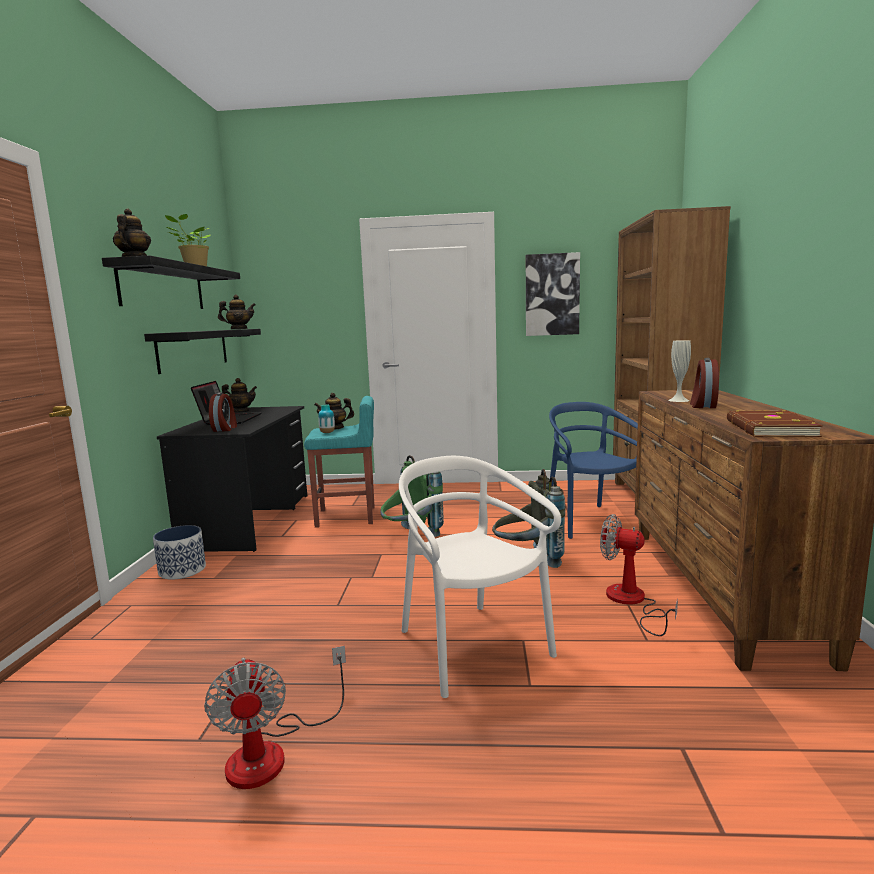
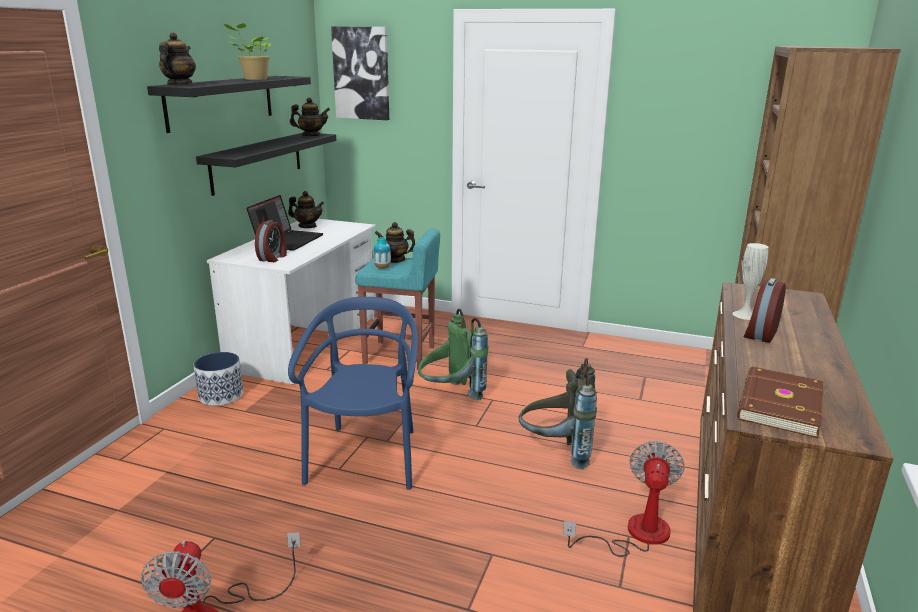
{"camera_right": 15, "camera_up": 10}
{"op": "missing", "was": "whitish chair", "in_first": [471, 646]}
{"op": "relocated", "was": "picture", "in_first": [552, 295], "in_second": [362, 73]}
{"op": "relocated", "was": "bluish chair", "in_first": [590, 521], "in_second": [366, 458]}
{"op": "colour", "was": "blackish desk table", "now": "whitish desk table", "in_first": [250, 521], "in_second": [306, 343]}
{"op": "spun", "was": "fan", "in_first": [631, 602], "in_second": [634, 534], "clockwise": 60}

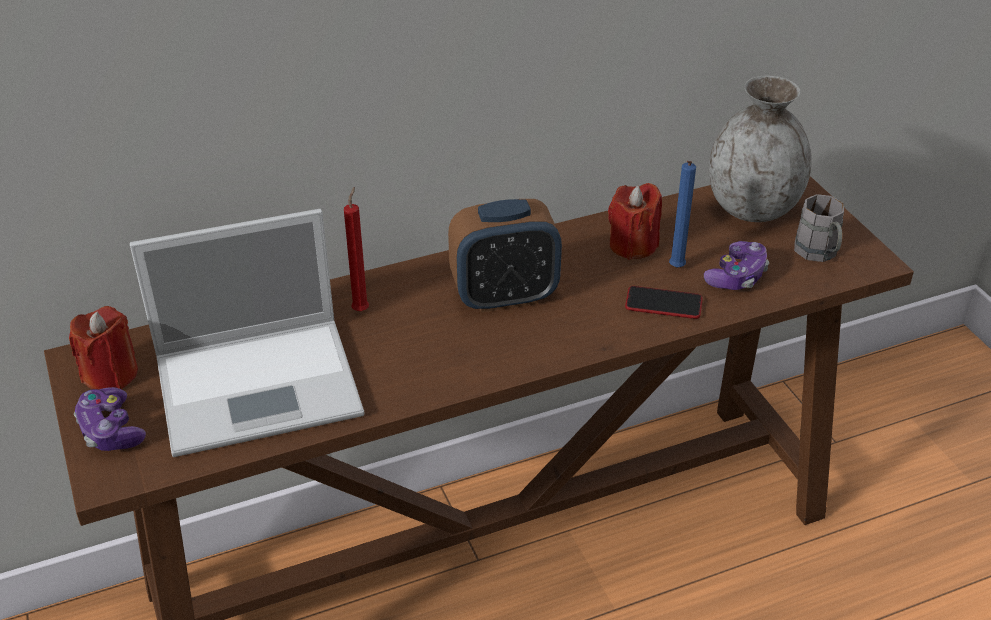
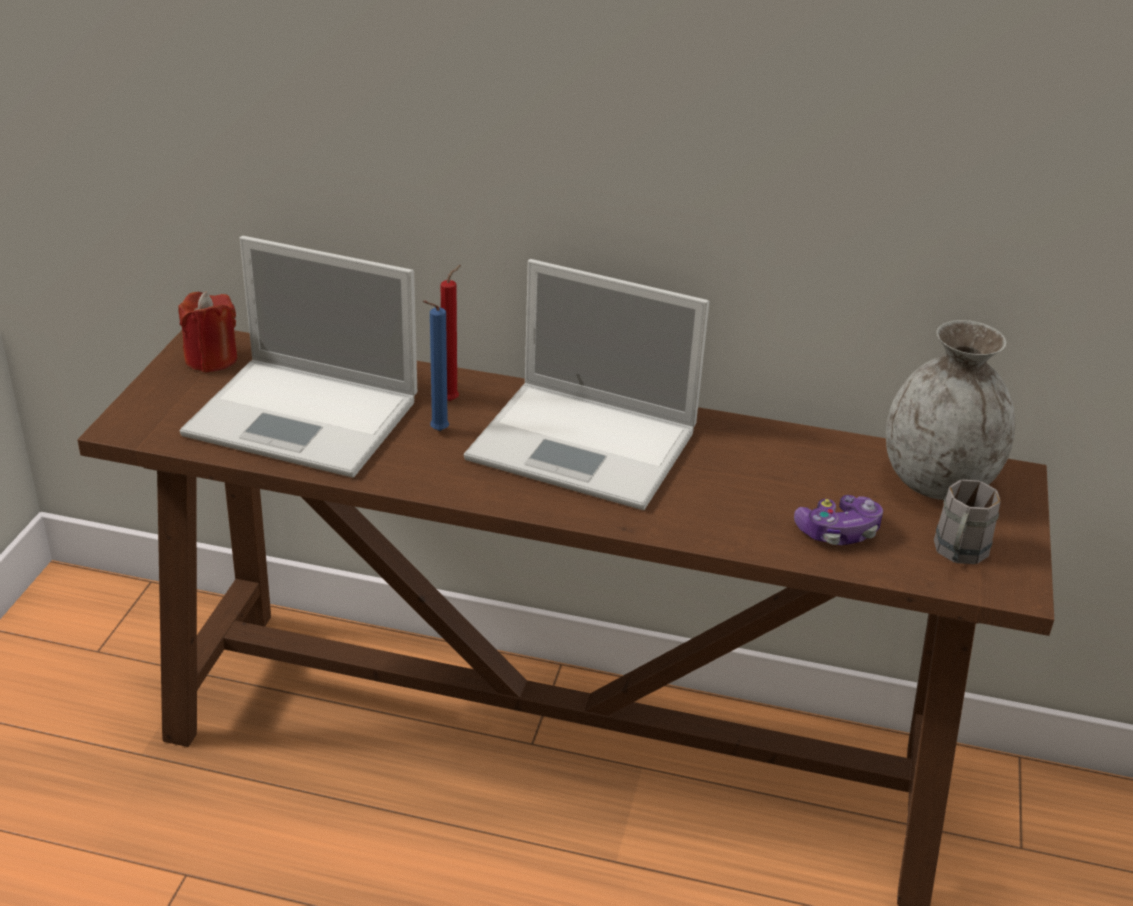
{"camera_right": 35, "camera_up": -5}
{"op": "missing", "was": "gamepad", "in_first": [111, 431]}
{"op": "missing", "was": "red-coloured wax candle", "in_first": [633, 245]}
{"op": "missing", "was": "phone", "in_first": [663, 304]}
{"op": "relocated", "was": "bluish wax candle", "in_first": [675, 269], "in_second": [436, 432]}
{"op": "exchanged", "was": "alarm clock", "now": "laptop", "in_first": [504, 296], "in_second": [586, 445]}

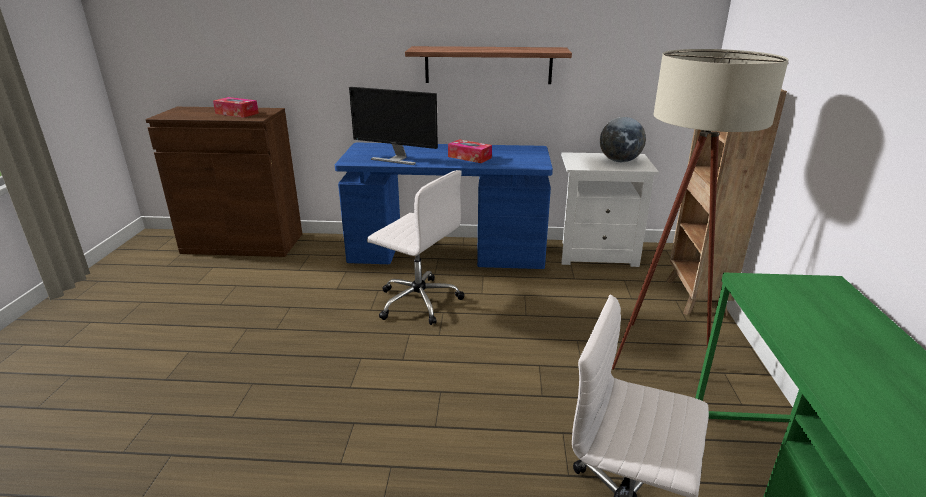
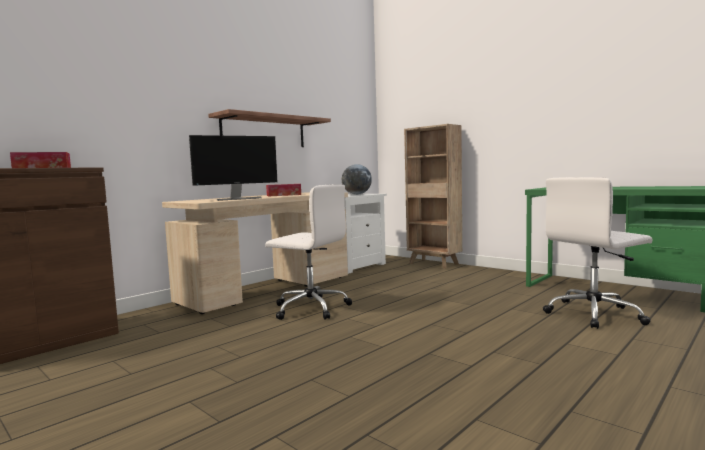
{"camera_right": -50, "camera_up": -20}
{"op": "missing", "was": "sand-coloured floor lamp", "in_first": [662, 356]}
{"op": "colour", "was": "bluish desk table", "now": "sand-coloured desk table", "in_first": [447, 254], "in_second": [268, 290]}
{"op": "spun", "was": "whitish desk chair", "in_first": [418, 301], "in_second": [310, 308], "clockwise": 45}

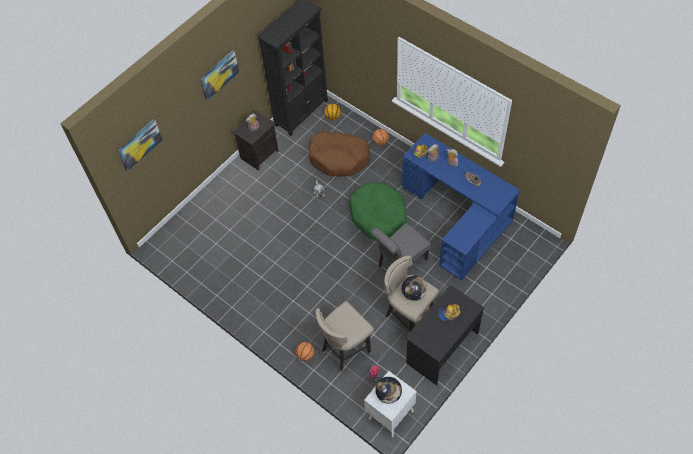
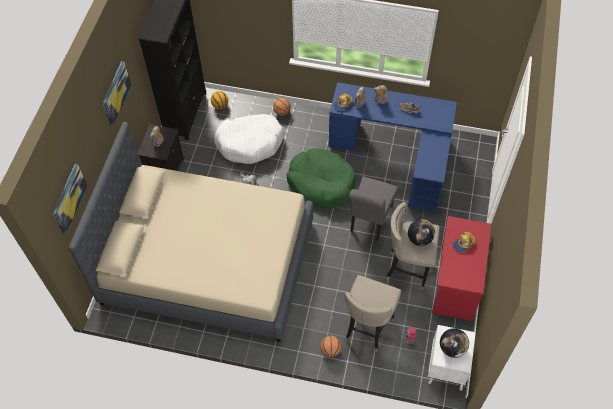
{"camera_right": -30, "camera_up": 0}
{"op": "appeared", "now": "sand-coloured bed", "in_second": [208, 262]}
{"op": "colour", "was": "brown-coloured dog bed", "now": "whitish dog bed", "in_first": [339, 158], "in_second": [250, 143]}
{"op": "colour", "was": "blackish desk table", "now": "red-coloured desk table", "in_first": [441, 347], "in_second": [455, 282]}

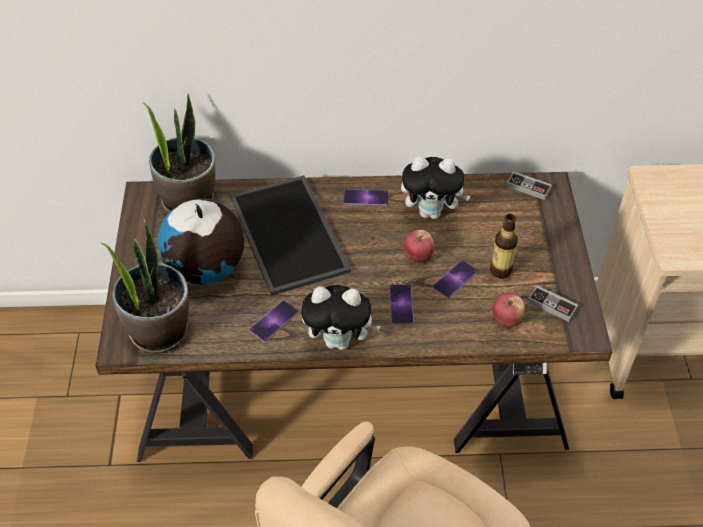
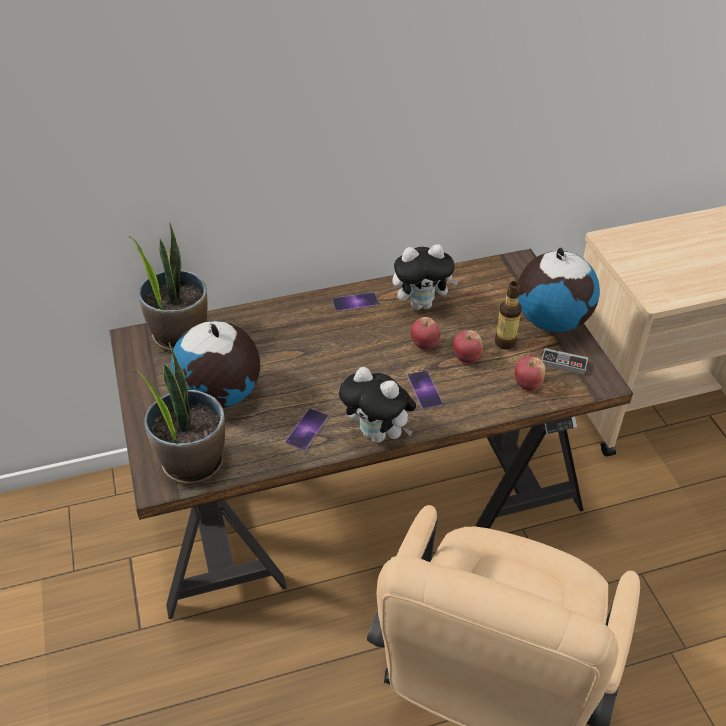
{"camera_right": -15, "camera_up": -5}
{"op": "missing", "was": "serving tray", "in_first": [291, 234]}
{"op": "missing", "was": "gamepad", "in_first": [528, 187]}
{"op": "appeared", "now": "desk globe", "in_second": [551, 320]}
{"op": "exchanged", "was": "phone", "now": "apple fruit", "in_first": [455, 279], "in_second": [466, 358]}
{"op": "spun", "was": "cuddly toy", "in_first": [340, 341], "in_second": [378, 435], "clockwise": 45}

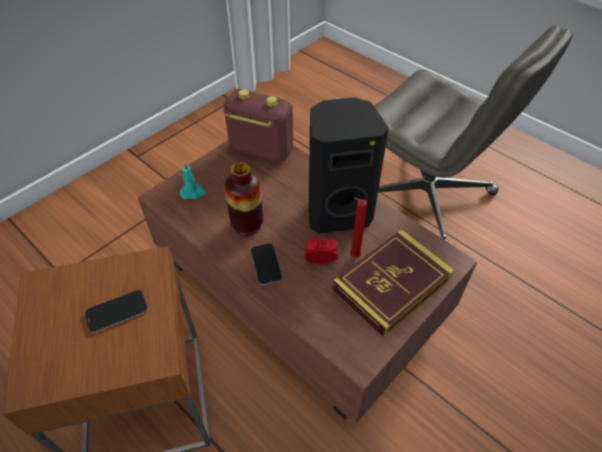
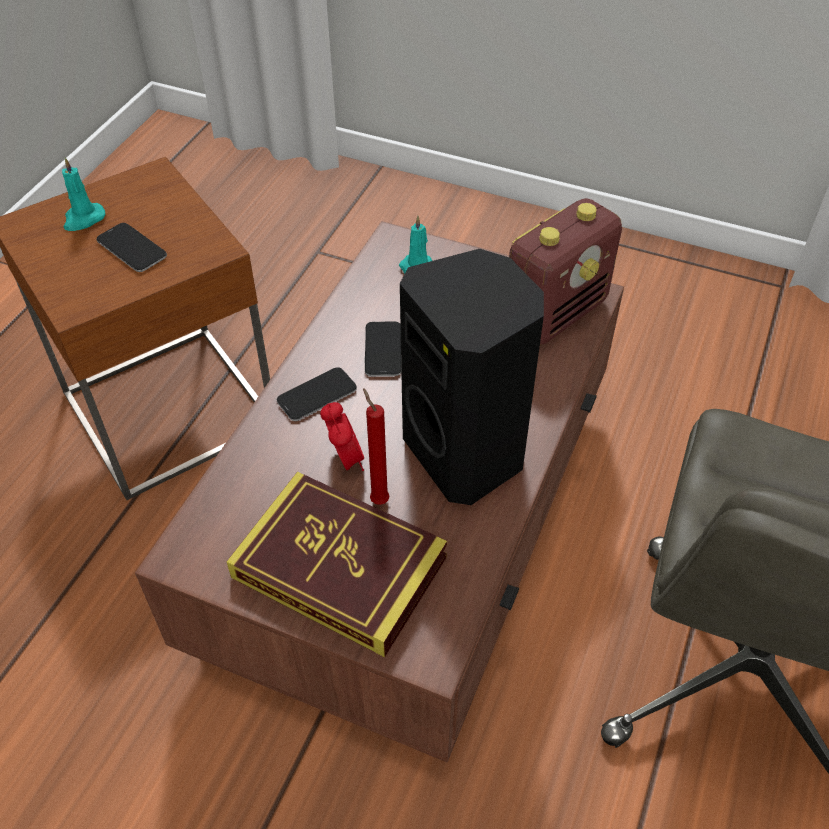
{"camera_right": 70, "camera_up": 0}
{"op": "appeared", "now": "turquoise wax candle", "in_second": [83, 219]}
{"op": "exchanged", "was": "decorative vase", "now": "phone", "in_first": [247, 225], "in_second": [383, 350]}
{"op": "spun", "was": "radio receiver", "in_first": [260, 150], "in_second": [555, 313], "clockwise": 45}

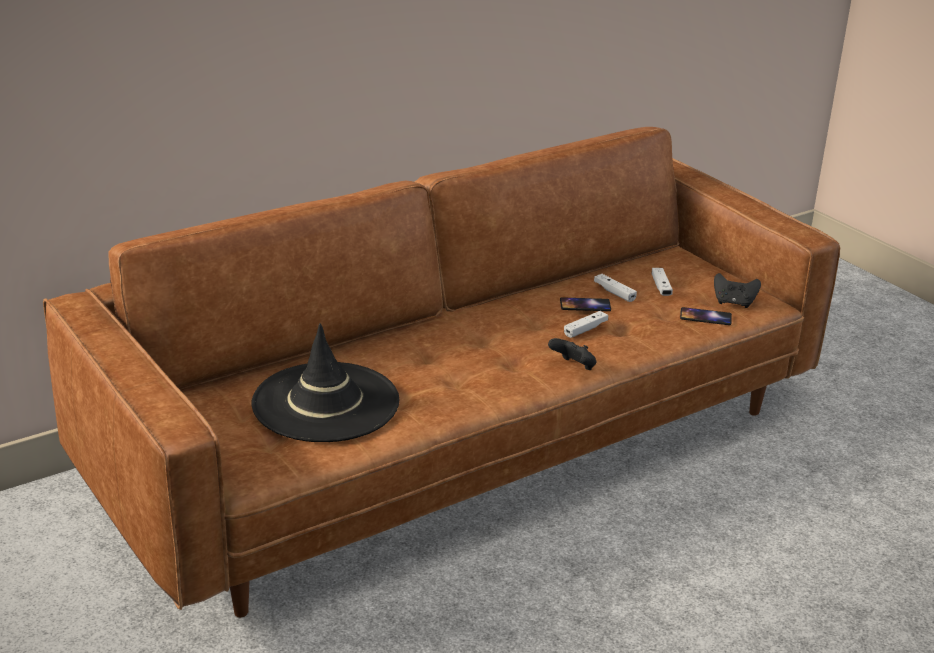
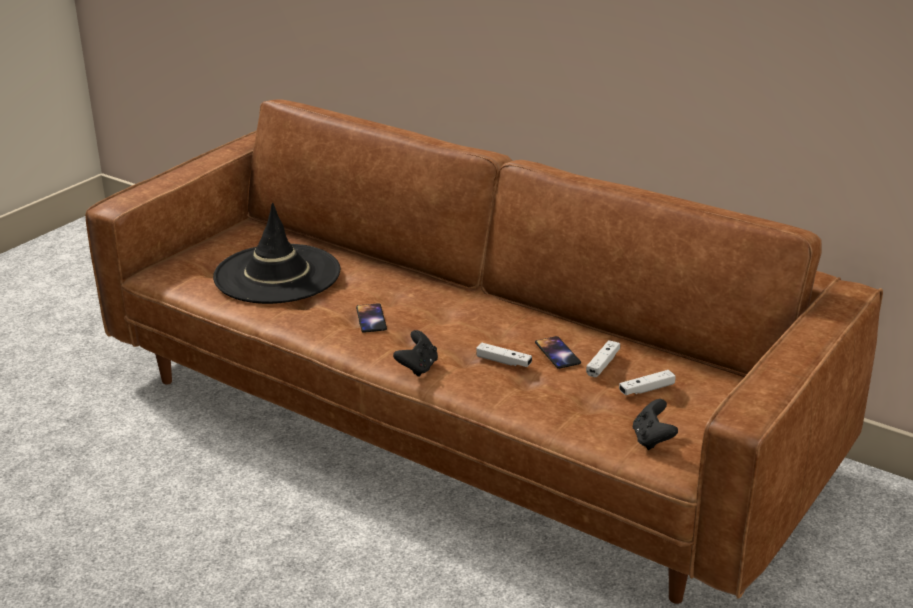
{"camera_right": 70, "camera_up": 0}
{"op": "relocated", "was": "phone", "in_first": [705, 317], "in_second": [371, 318]}

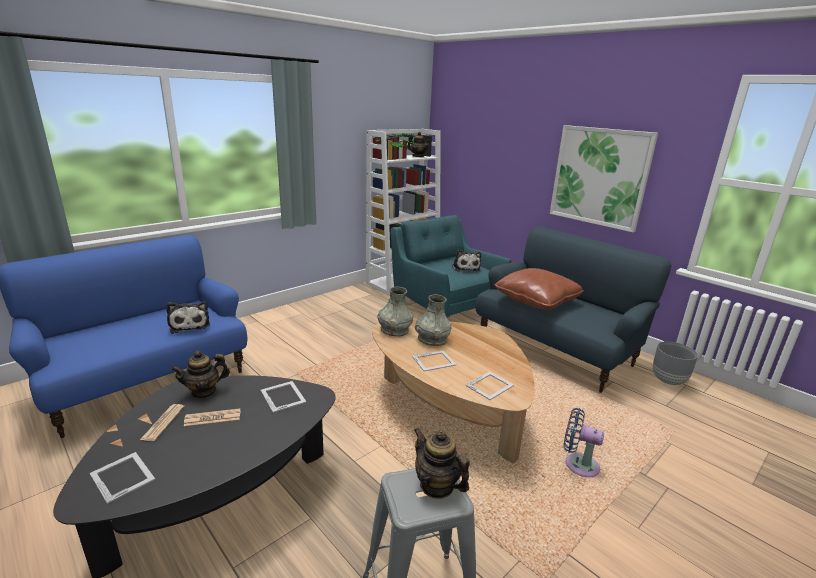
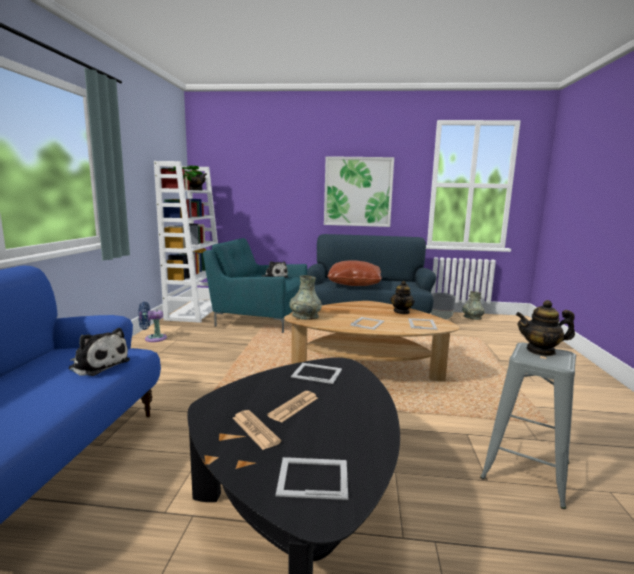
{"camera_right": -40, "camera_up": -10}
{"op": "relocated", "was": "pot for tea", "in_first": [204, 392], "in_second": [401, 312]}
{"op": "relocated", "was": "gray decorative vase", "in_first": [432, 339], "in_second": [472, 318]}
{"op": "relocated", "was": "bluish fan", "in_first": [578, 464], "in_second": [153, 338]}

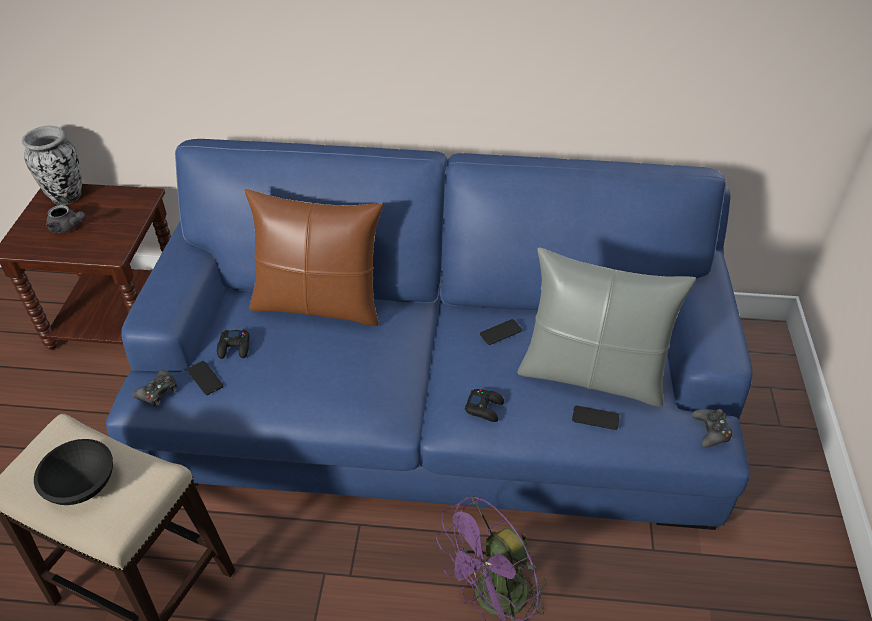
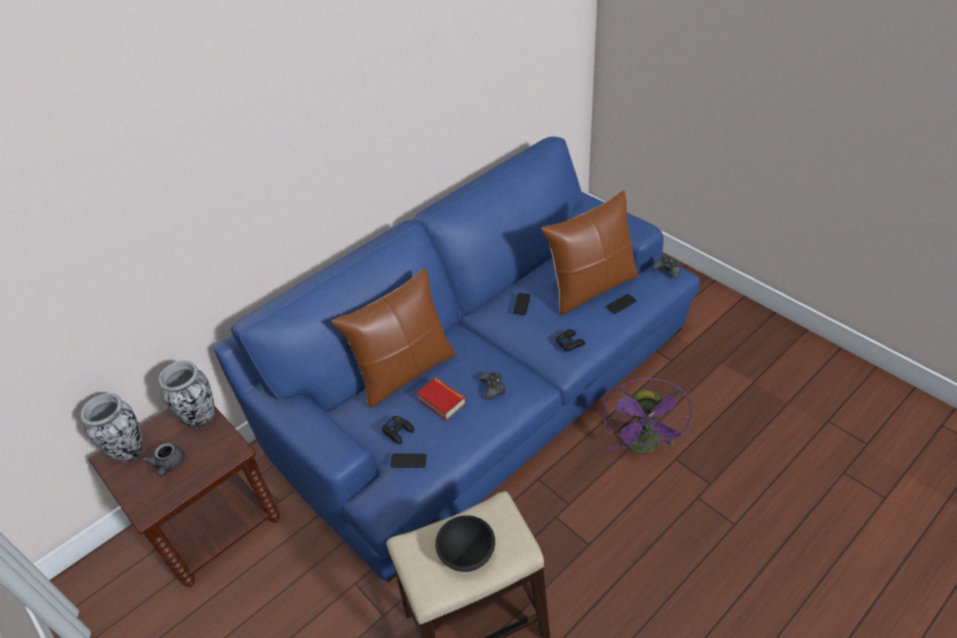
{"camera_right": -45, "camera_up": 0}
{"op": "appeared", "now": "decorative vase", "in_second": [201, 419]}
{"op": "appeared", "now": "book", "in_second": [441, 401]}
{"op": "relocated", "was": "blackish gamepad", "in_first": [158, 392], "in_second": [493, 388]}
{"op": "colour", "was": "gray pillow", "now": "brown-coloured pillow", "in_first": [592, 375], "in_second": [591, 287]}
{"op": "spun", "was": "gray pot for tea", "in_first": [68, 227], "in_second": [169, 465], "clockwise": 105}

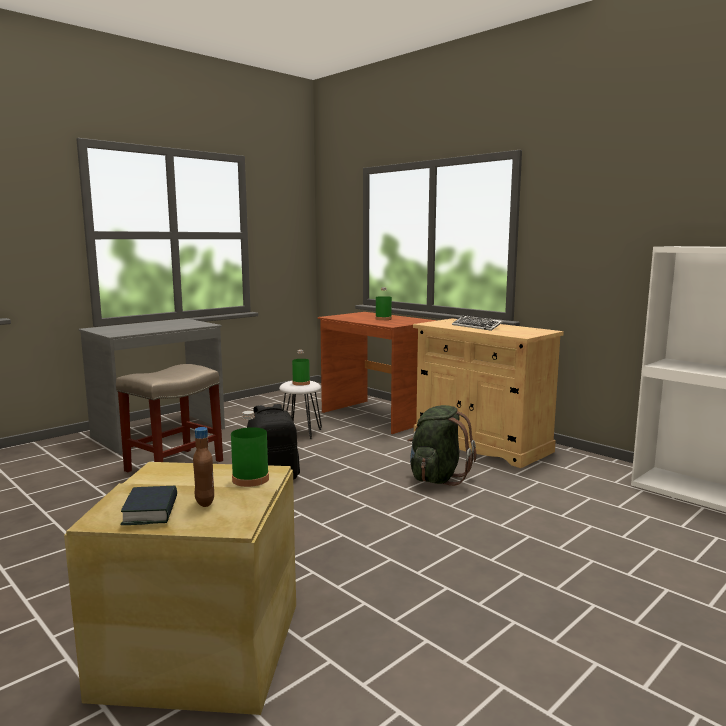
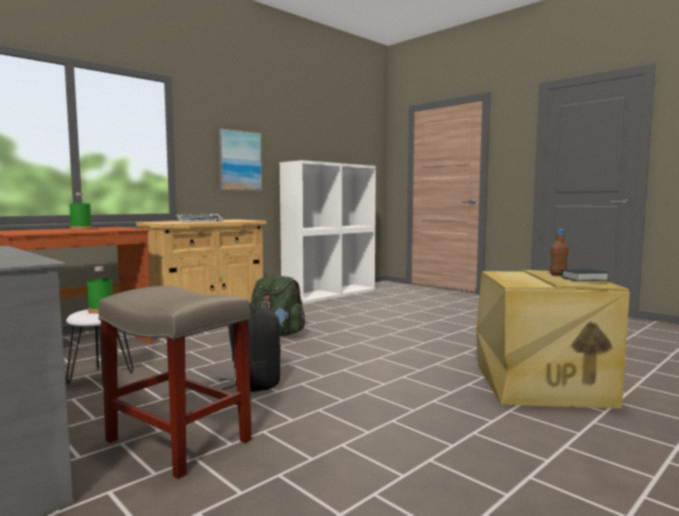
{"camera_right": -90, "camera_up": -5}
{"op": "missing", "was": "green drink bottle", "in_first": [250, 479]}
{"op": "appeared", "now": "picture", "in_second": [239, 161]}

